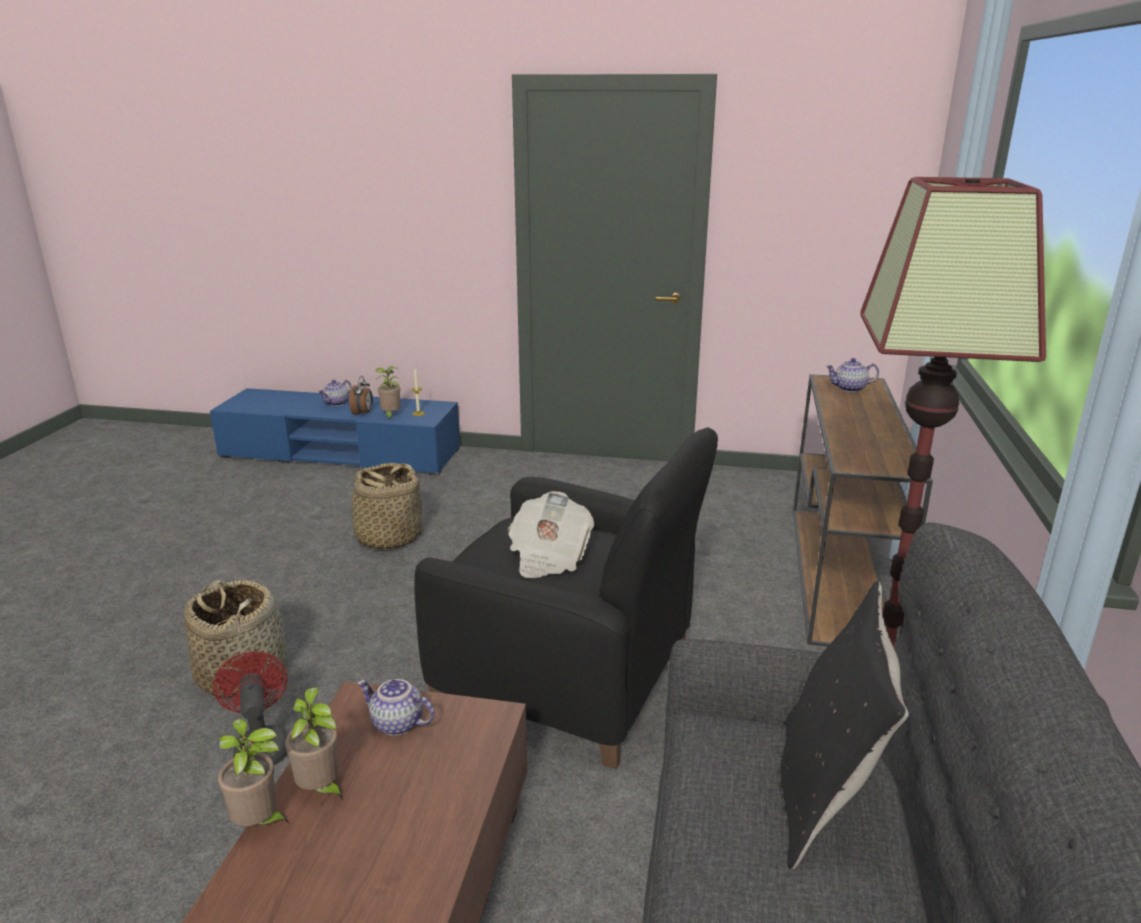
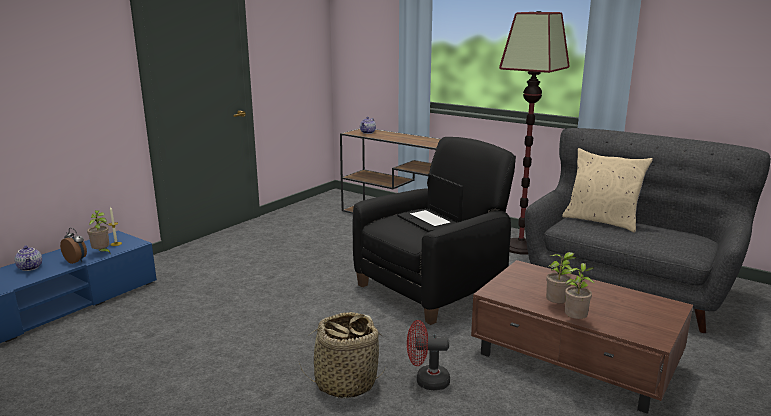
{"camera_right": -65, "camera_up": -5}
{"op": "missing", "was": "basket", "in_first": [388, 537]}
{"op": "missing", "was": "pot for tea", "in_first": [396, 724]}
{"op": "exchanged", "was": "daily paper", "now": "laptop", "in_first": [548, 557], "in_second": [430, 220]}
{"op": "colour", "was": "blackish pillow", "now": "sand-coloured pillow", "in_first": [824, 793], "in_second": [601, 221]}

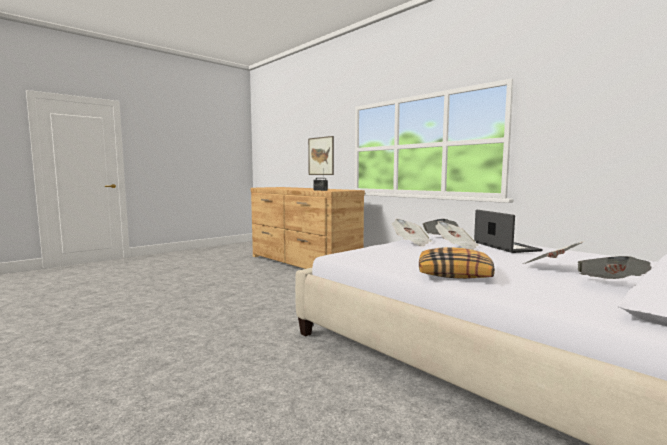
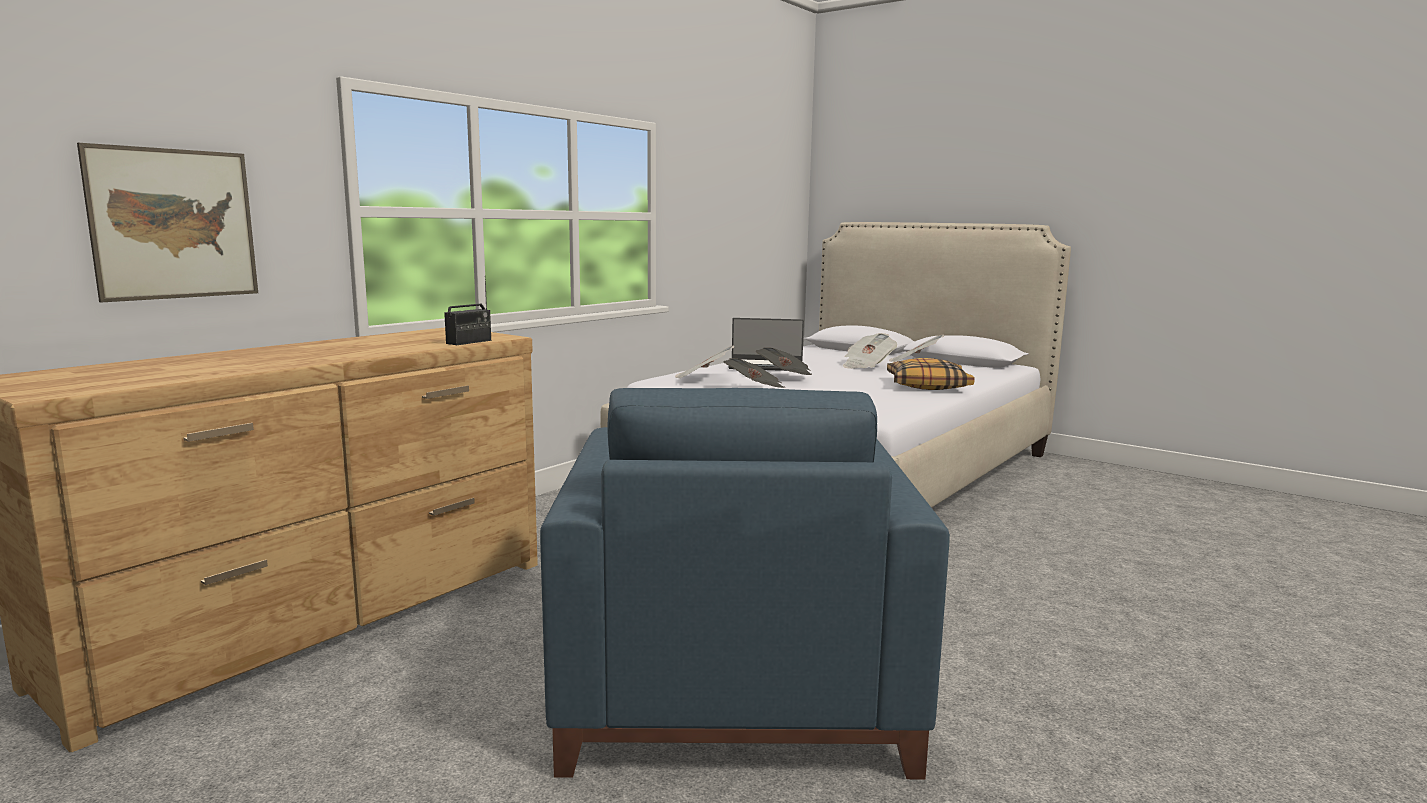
{"camera_right": -100, "camera_up": 5}
{"op": "appeared", "now": "bluish armchair", "in_second": [731, 676]}
{"op": "spun", "was": "laptop", "in_first": [505, 247], "in_second": [766, 366], "clockwise": -150}

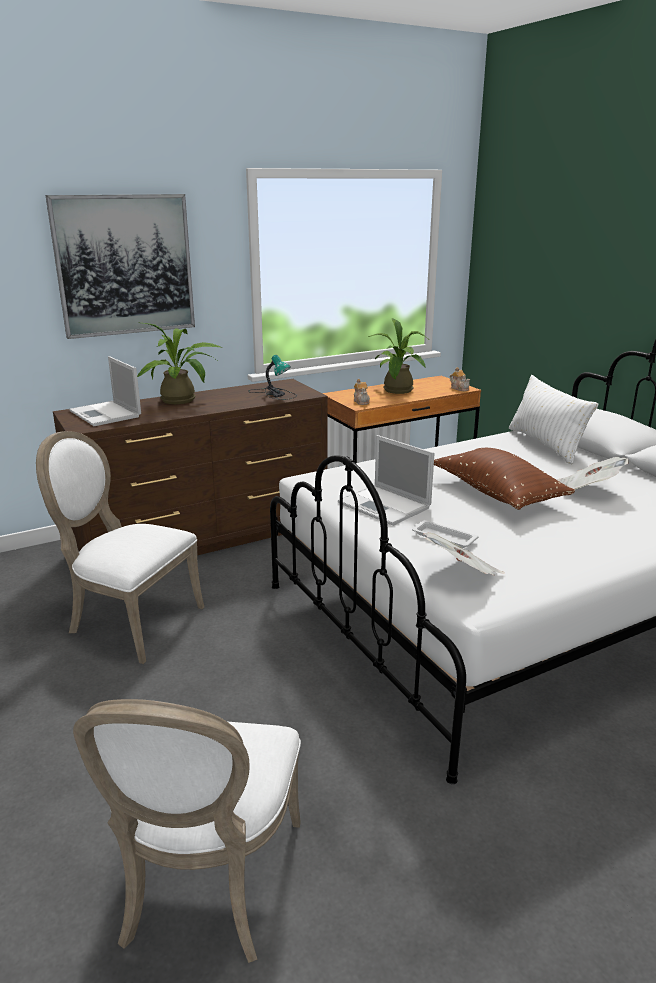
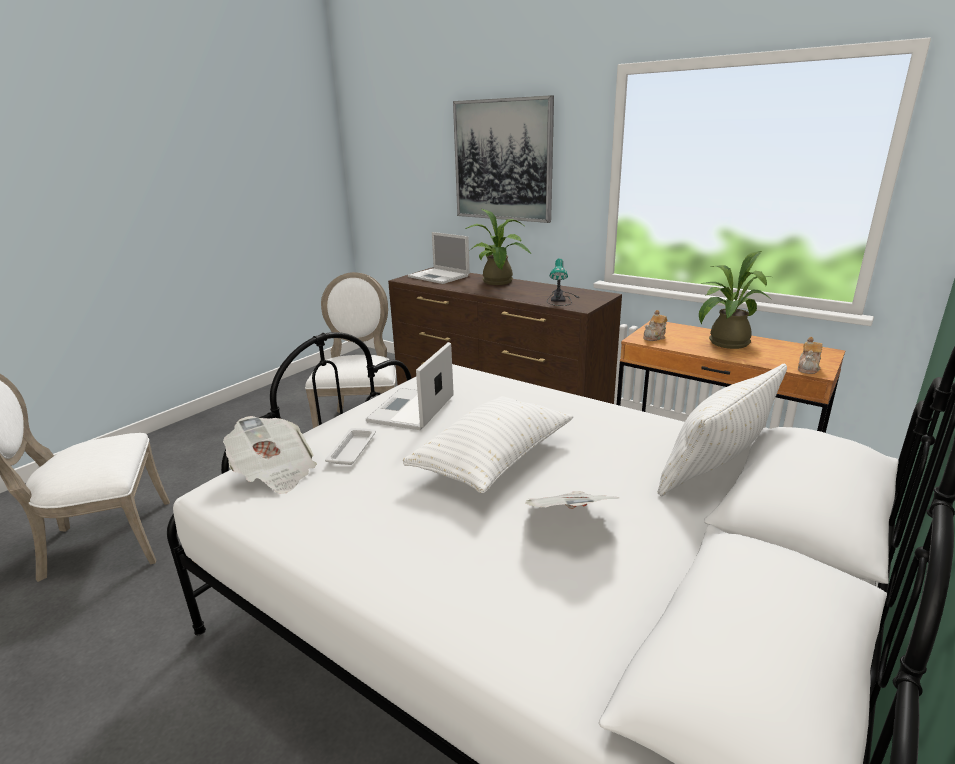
{"camera_right": 65, "camera_up": 0}
{"op": "colour", "was": "brown-coloured pillow", "now": "whitish pillow", "in_first": [497, 494], "in_second": [493, 460]}
{"op": "spun", "was": "laptop", "in_first": [106, 414], "in_second": [439, 276], "clockwise": -75}

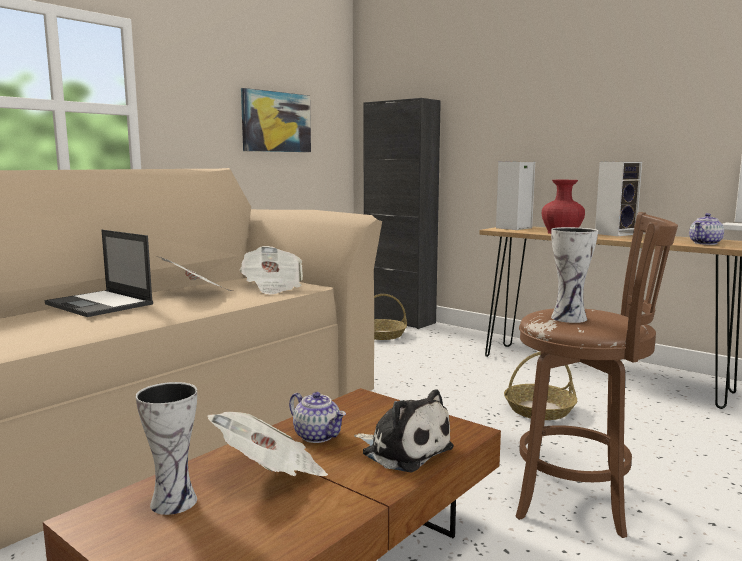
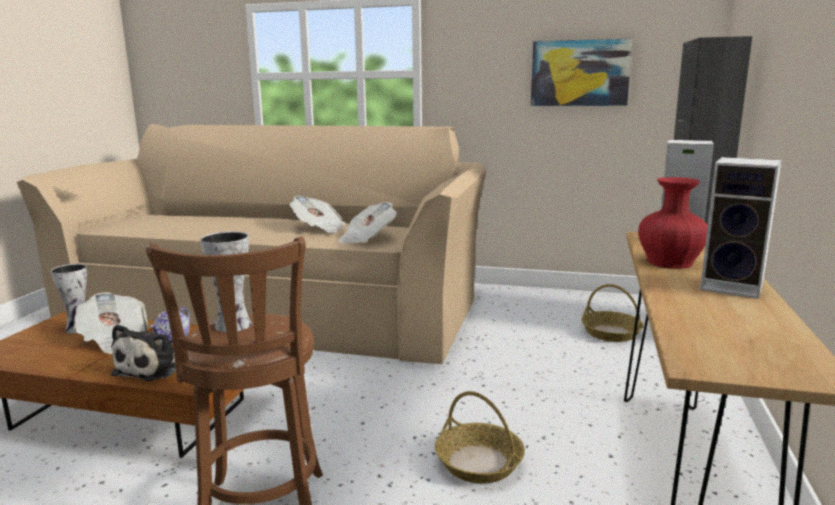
{"camera_right": 65, "camera_up": 5}
{"op": "missing", "was": "laptop", "in_first": [100, 304]}
{"op": "missing", "was": "pot for tea", "in_first": [705, 243]}

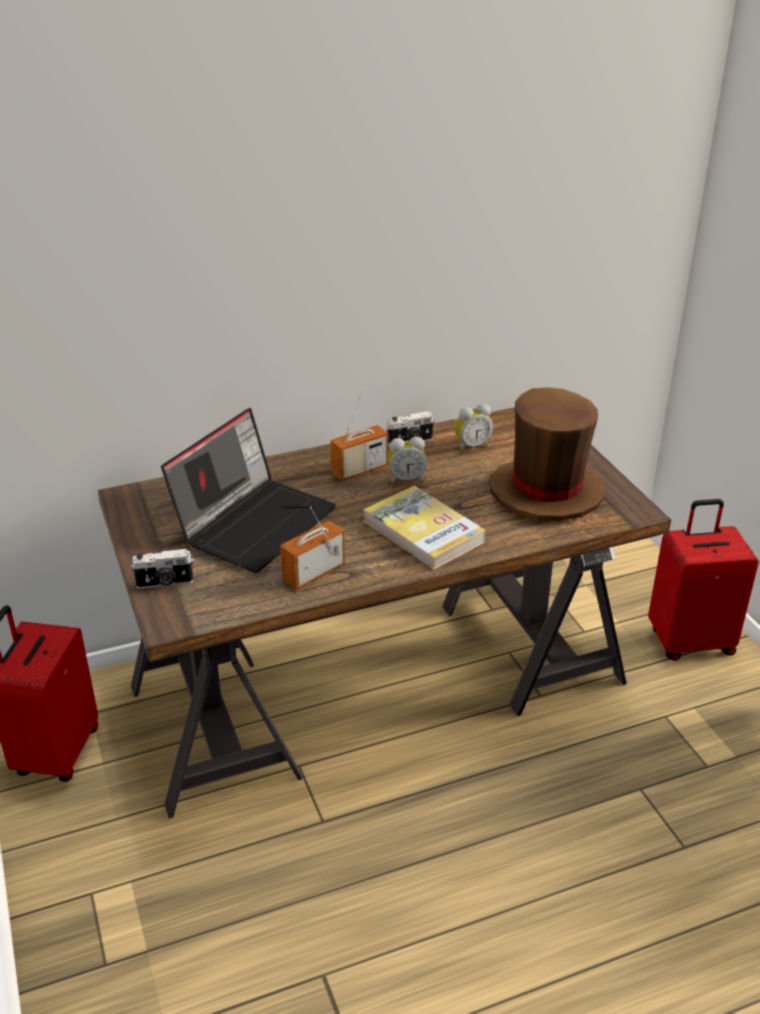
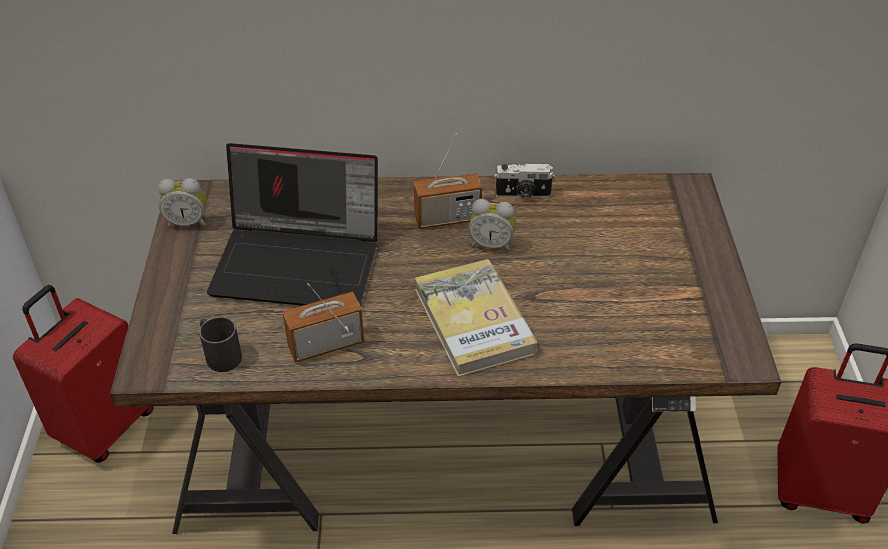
{"camera_right": 20, "camera_up": 10}
{"op": "missing", "was": "still camera", "in_first": [165, 583]}
{"op": "missing", "was": "brown-coloured clothing hat", "in_first": [545, 492]}
{"op": "appeared", "now": "blackish tea mug", "in_second": [219, 354]}
{"op": "relocated", "was": "alarm clock", "in_first": [471, 446], "in_second": [188, 222]}
{"op": "spun", "was": "laptop", "in_first": [255, 522], "in_second": [300, 261], "clockwise": 45}

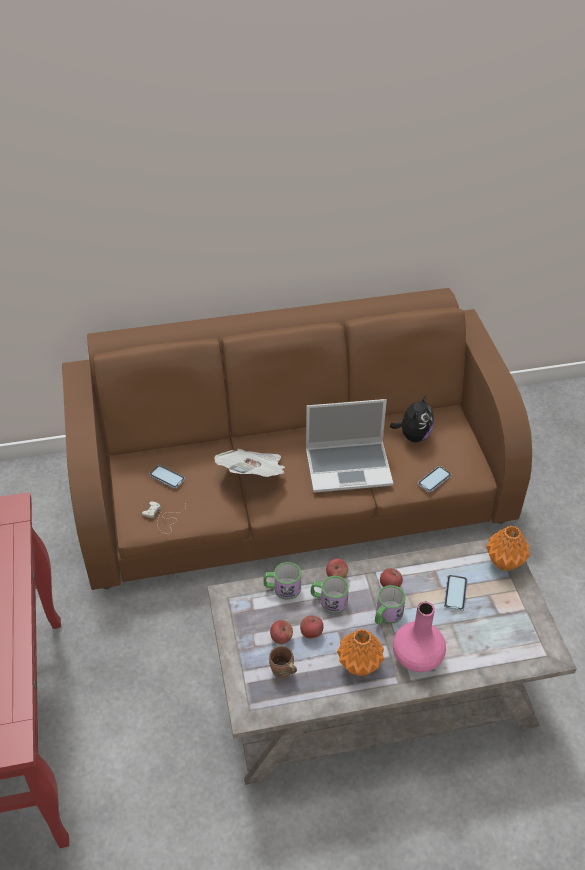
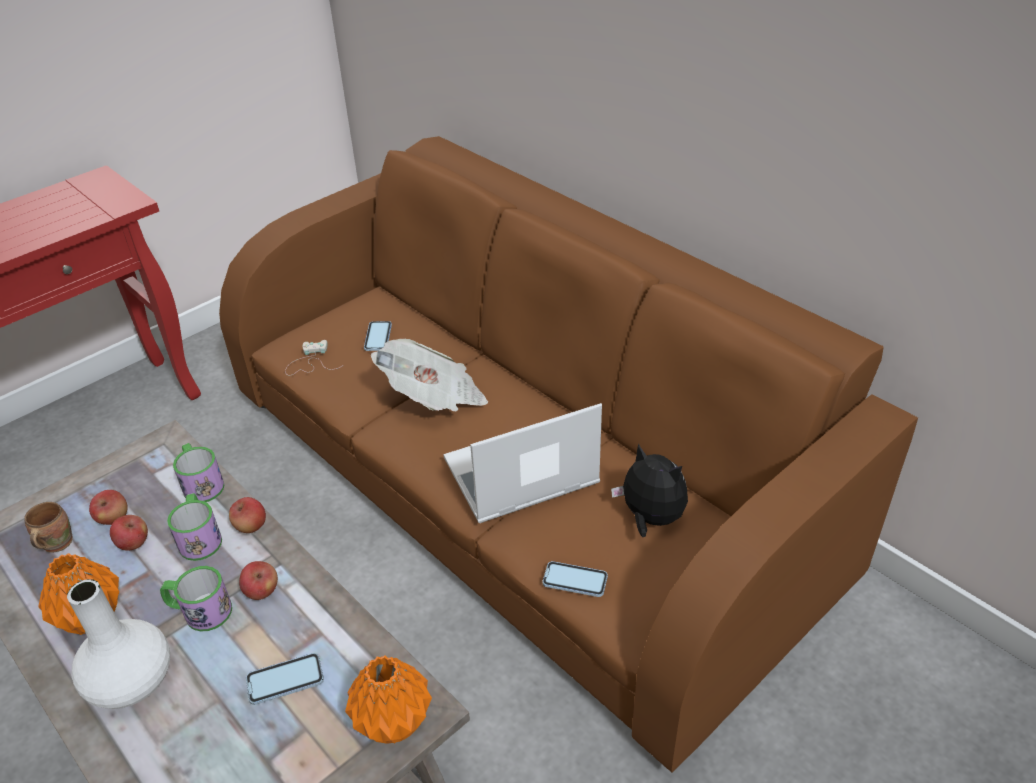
{"camera_right": 60, "camera_up": -5}
{"op": "colour", "was": "pink-coloured decorative vase", "now": "whitish decorative vase", "in_first": [417, 657], "in_second": [131, 683]}
{"op": "spun", "was": "laptop", "in_first": [349, 466], "in_second": [520, 475], "clockwise": 105}
{"op": "spun", "was": "cuddly toy", "in_first": [413, 436], "in_second": [650, 518], "clockwise": -135}

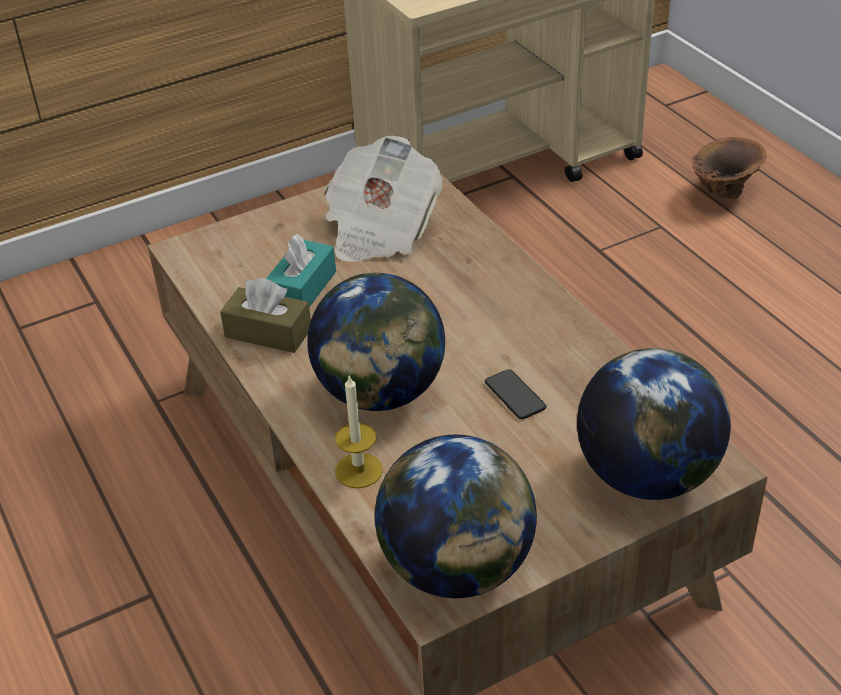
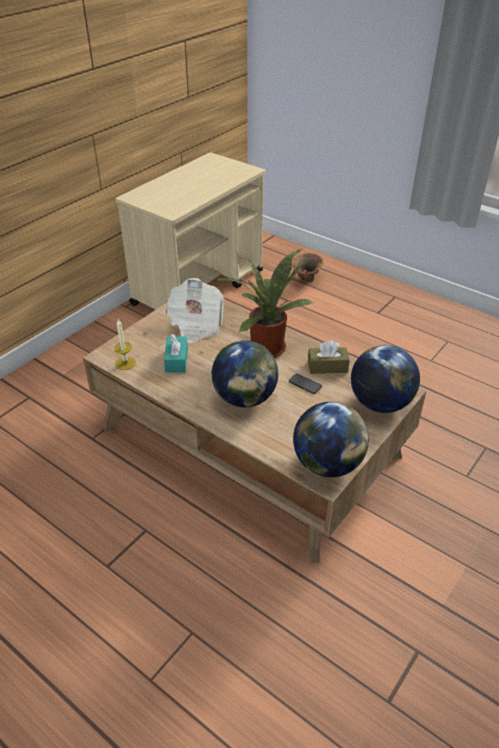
{"camera_right": -25, "camera_up": 0}
{"op": "appeared", "now": "potted plant", "in_second": [266, 346]}
{"op": "relocated", "was": "brown-coloured box of tissues", "in_first": [268, 332], "in_second": [327, 366]}
{"op": "relocated", "was": "wax candle", "in_first": [358, 470], "in_second": [125, 363]}

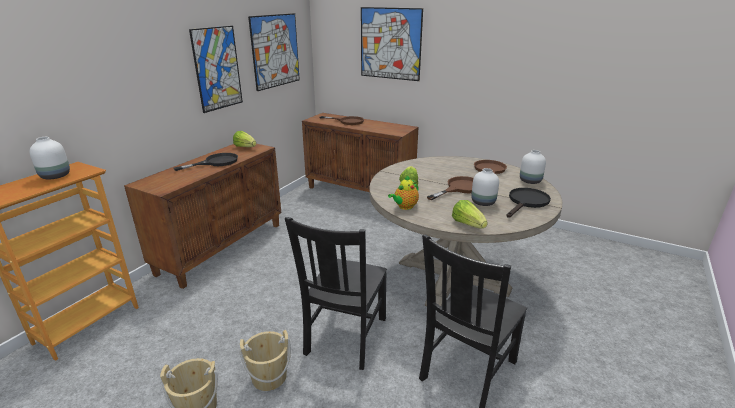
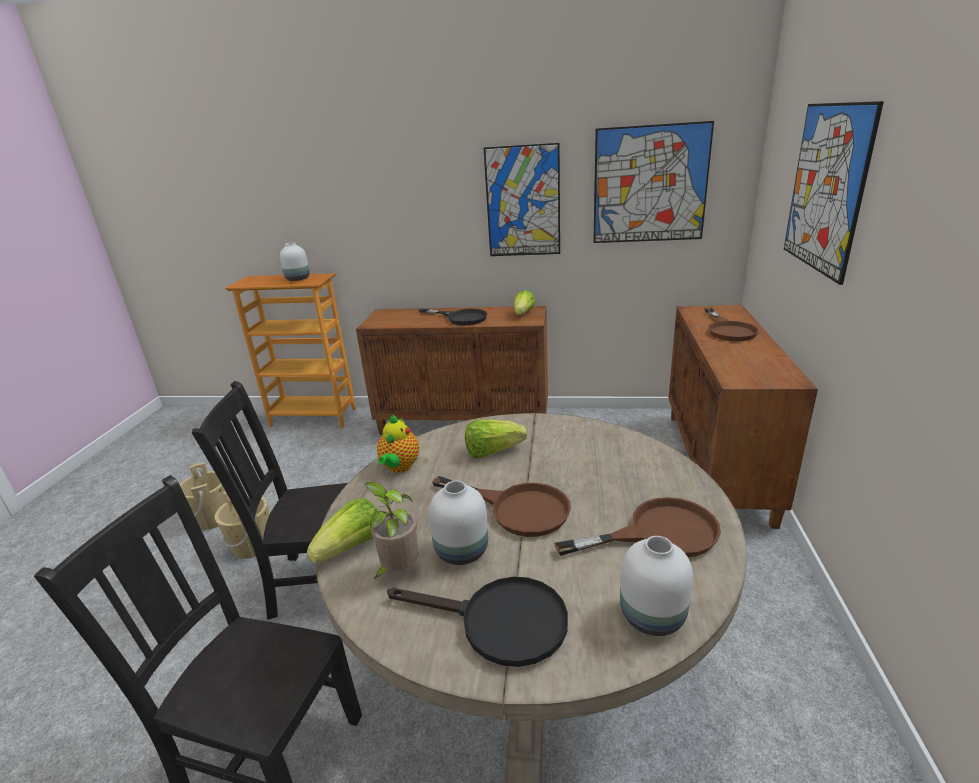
{"camera_right": 70, "camera_up": 0}
{"op": "appeared", "now": "potted plant", "in_second": [398, 570]}
{"op": "spun", "was": "pot for tea", "in_first": [404, 207], "in_second": [399, 467], "clockwise": -105}

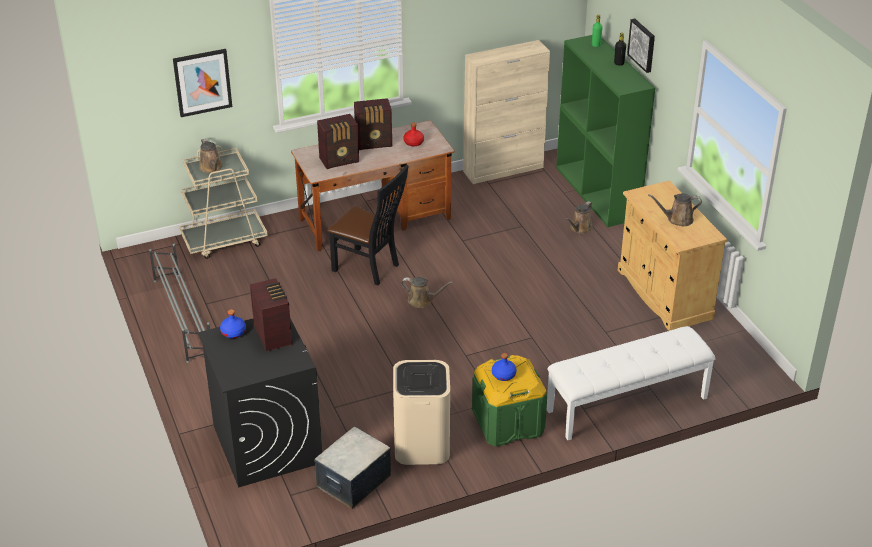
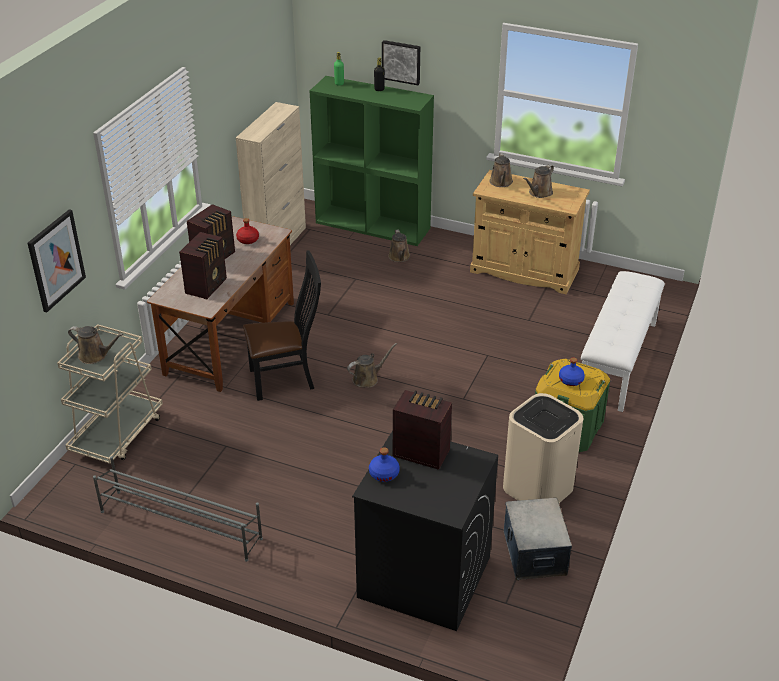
{"camera_right": -45, "camera_up": 0}
{"op": "appeared", "now": "brown-coloured watering pot", "in_second": [501, 183]}

